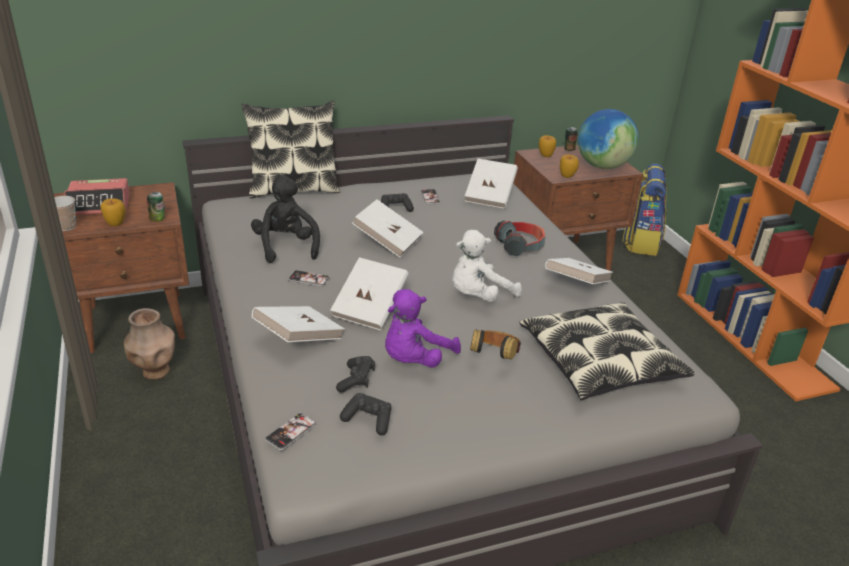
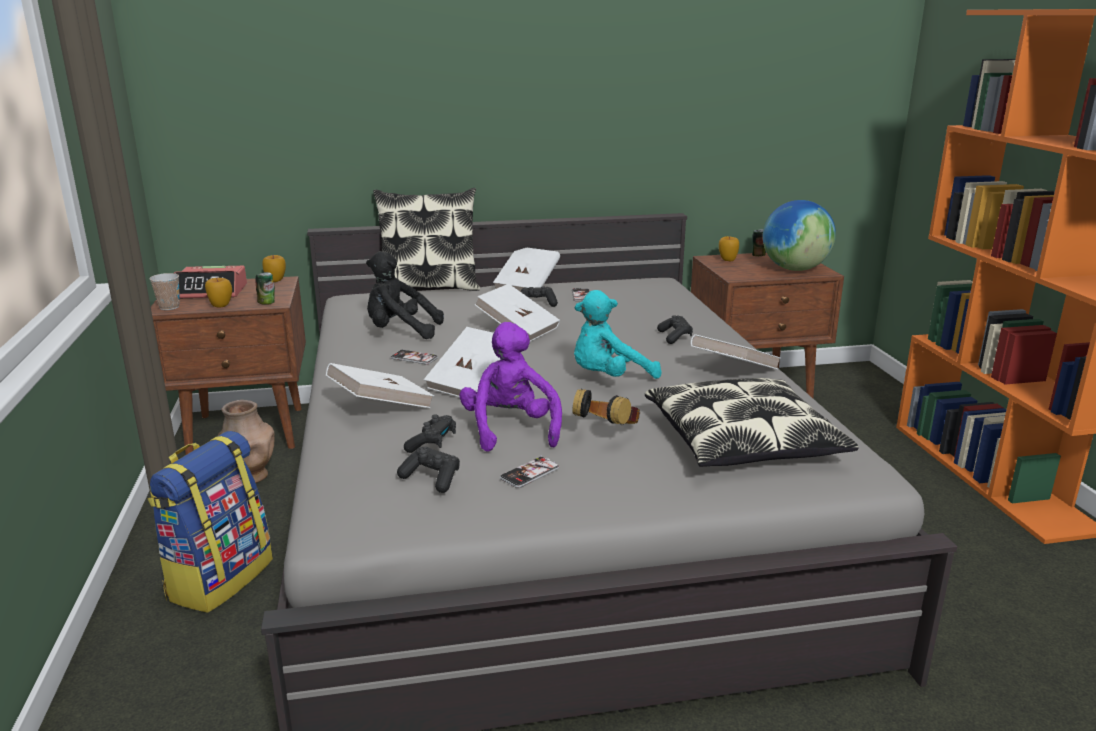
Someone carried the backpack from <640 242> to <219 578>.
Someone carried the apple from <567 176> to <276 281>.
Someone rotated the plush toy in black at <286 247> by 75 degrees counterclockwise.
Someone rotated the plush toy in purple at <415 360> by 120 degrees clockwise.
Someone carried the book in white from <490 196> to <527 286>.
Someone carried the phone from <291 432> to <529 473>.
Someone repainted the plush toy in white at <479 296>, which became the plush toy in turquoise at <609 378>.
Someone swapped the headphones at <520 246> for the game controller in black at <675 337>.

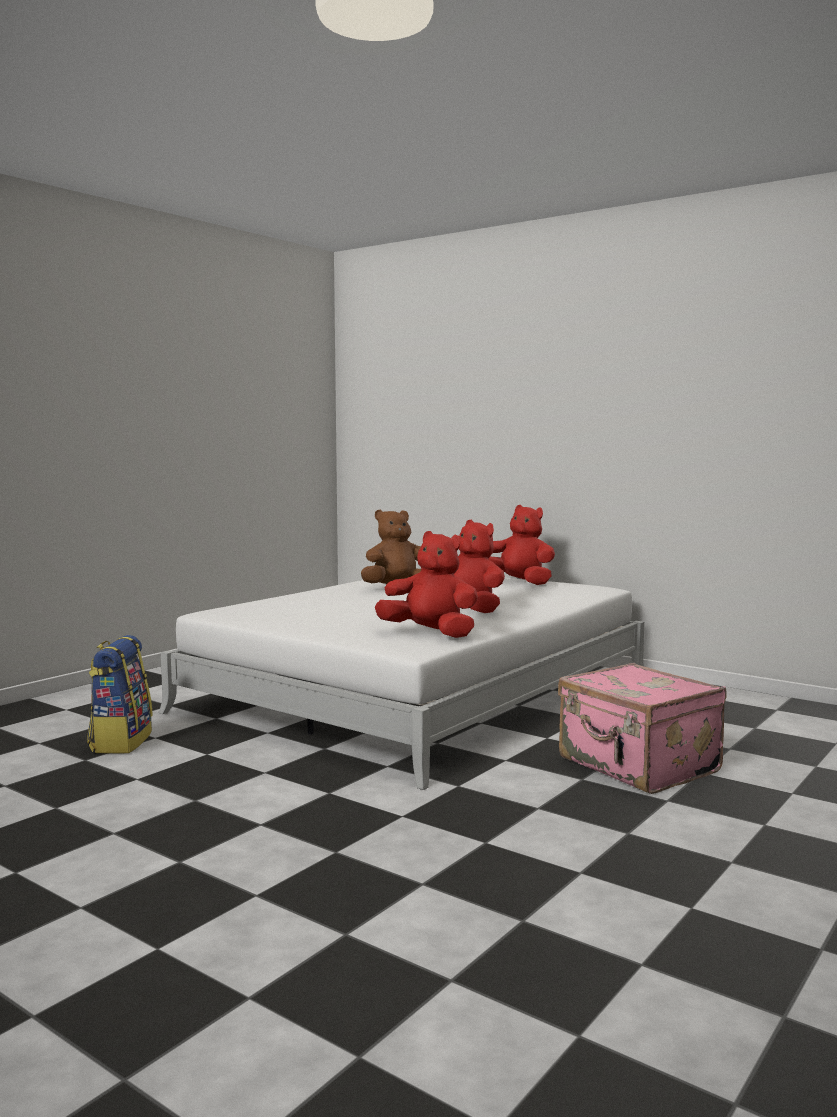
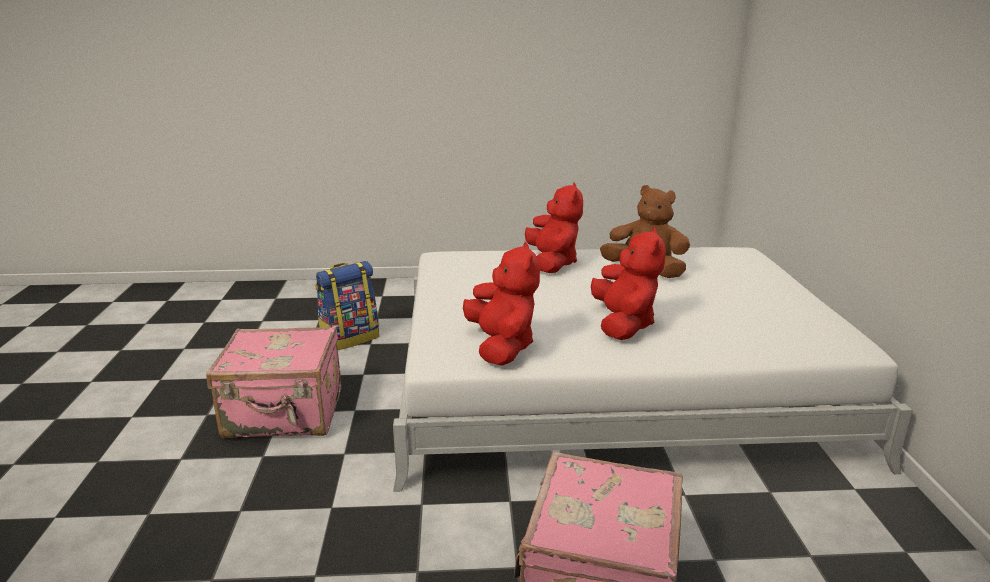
Someone put down the suitcase in pink at <285 414>.
Someone carried the plush toy in red from <519 582> to <552 263>.

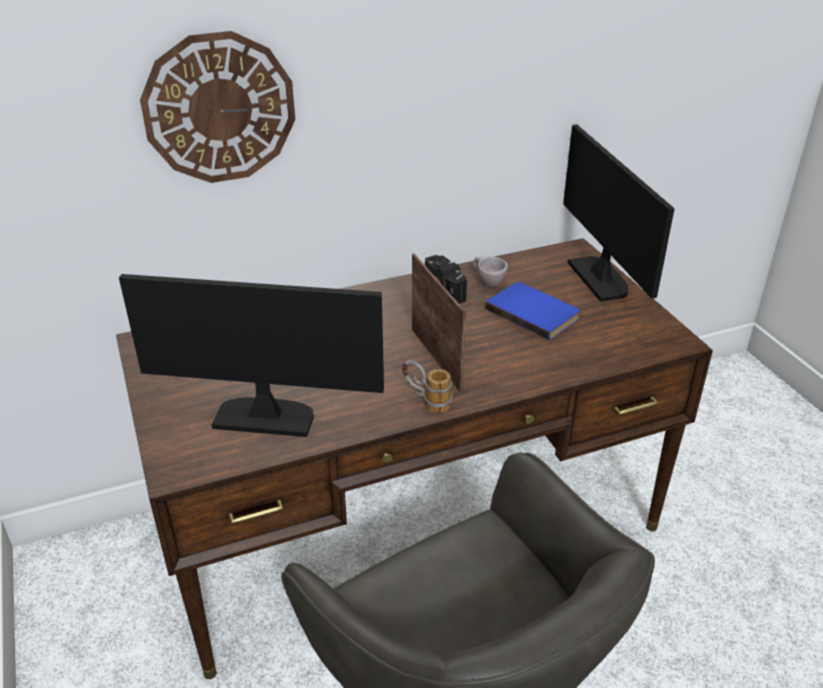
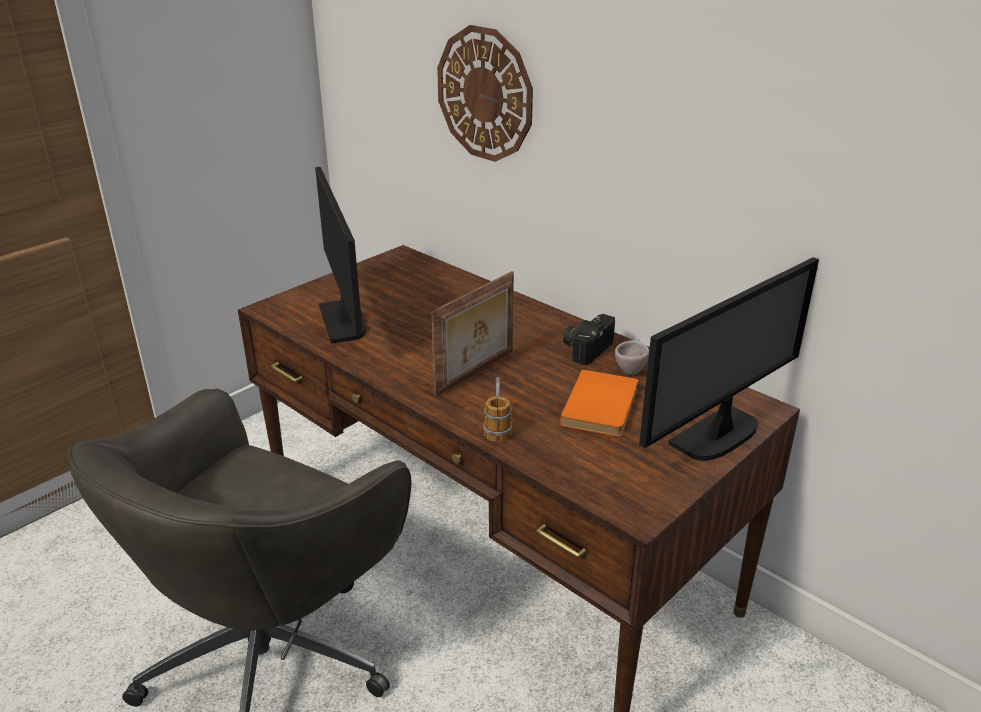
Someone carried the mug from <426 401> to <497 426>.
Someone repainted the book in blue at <534 312>, which became the book in orange at <603 406>.

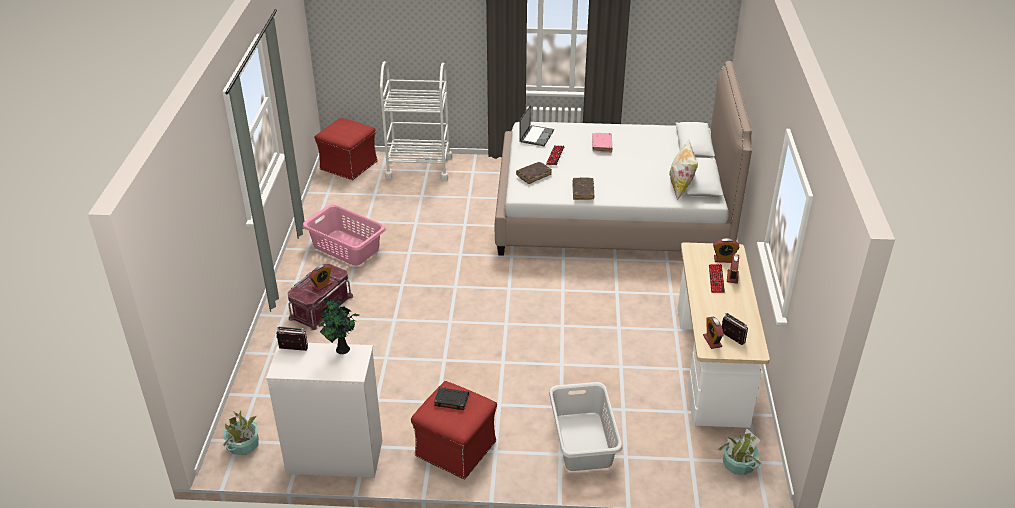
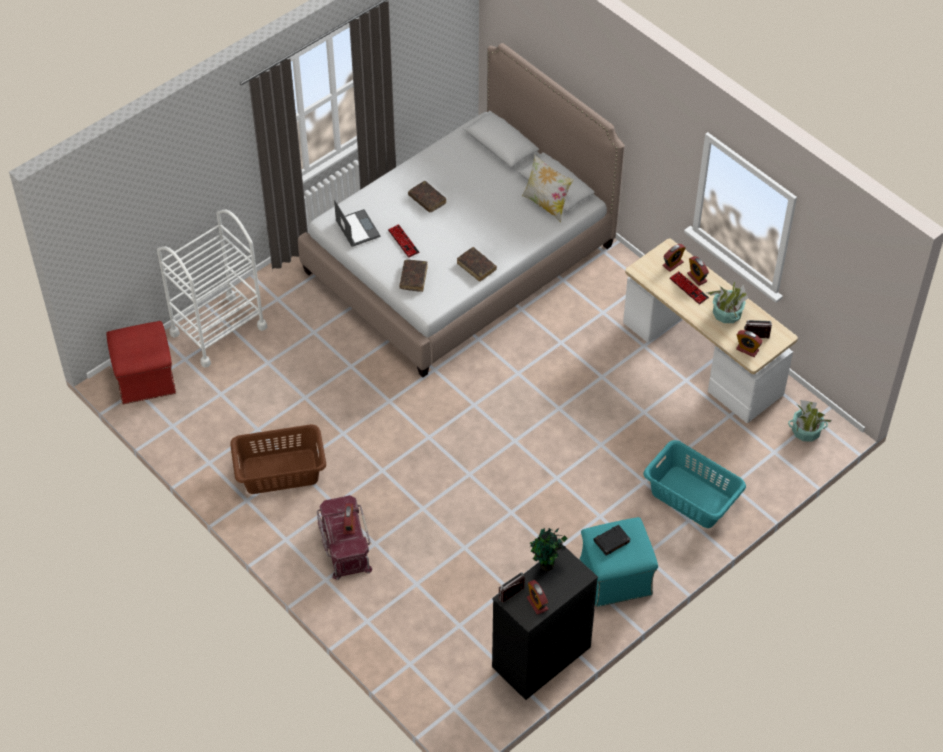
Someone repainted the laundry basket in pink at <346 247>, which became the laundry basket in brown at <280 471>.
Someone repainted the book in pink at <602 145>, which became the book in brown at <427 200>.
Someone repainted the dresser in white at <334 456>, which became the dresser in black at <540 657>.
Someone put down the alarm clock at <537 603>.
Someone repainted the ottoman in red at <456 449>, which became the ottoman in turquoise at <616 577>.
Someone repainted the laundry basket in grey at <582 441>, which became the laundry basket in turquoise at <691 498>.
Someone carried the potted plant from <243 445> to <727 314>.

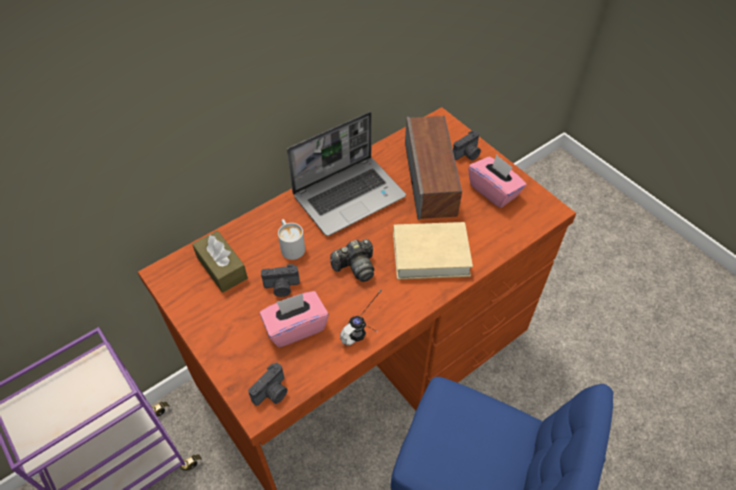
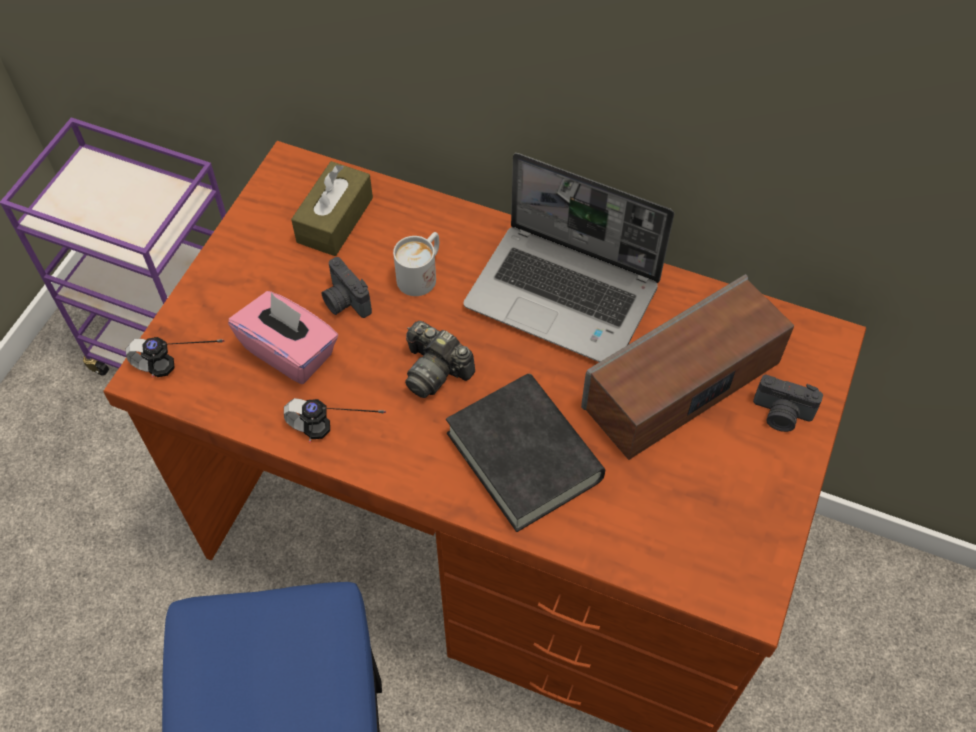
Someone swapped the photo camera at <272 393> for the headphones at <177 378>.
Someone repainted the book in beige at <430 254>, which became the book in black at <524 457>.
Someone took away the tissue box in pink at <494 191>.

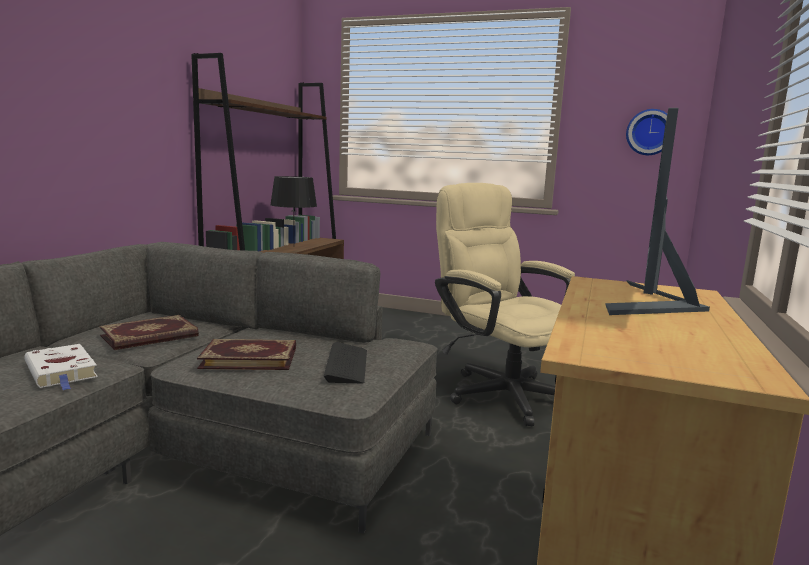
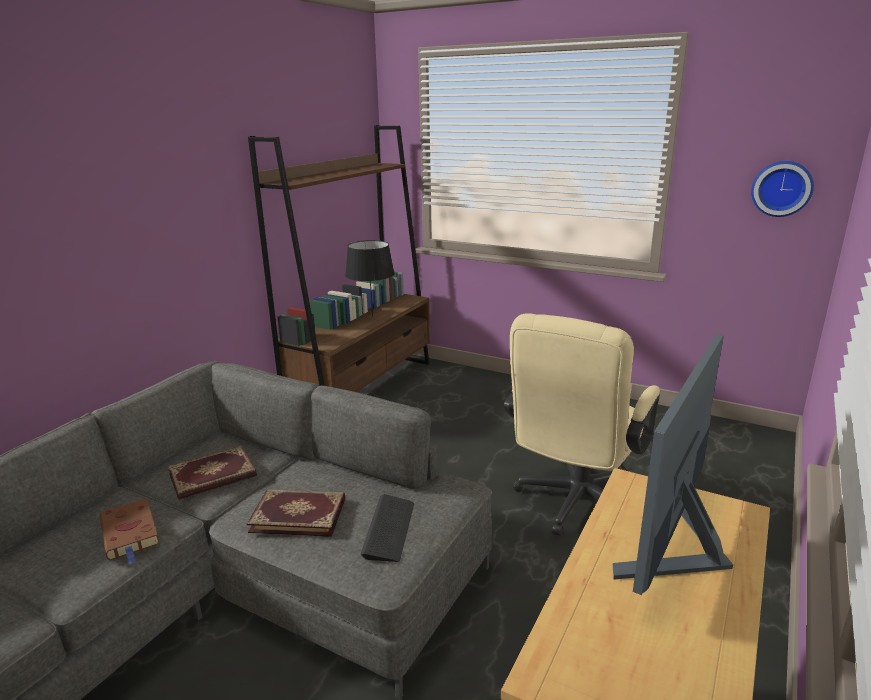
Someone repainted the book in white at <62 371>, which became the book in brown at <130 534>.
Someone rotated the office chair in beige at <500 391> by 120 degrees counterclockwise.

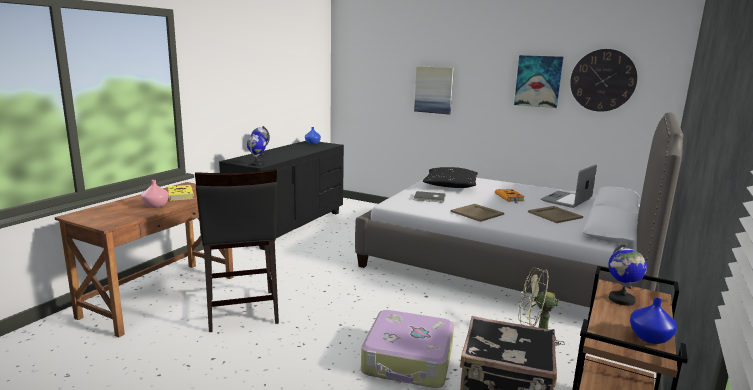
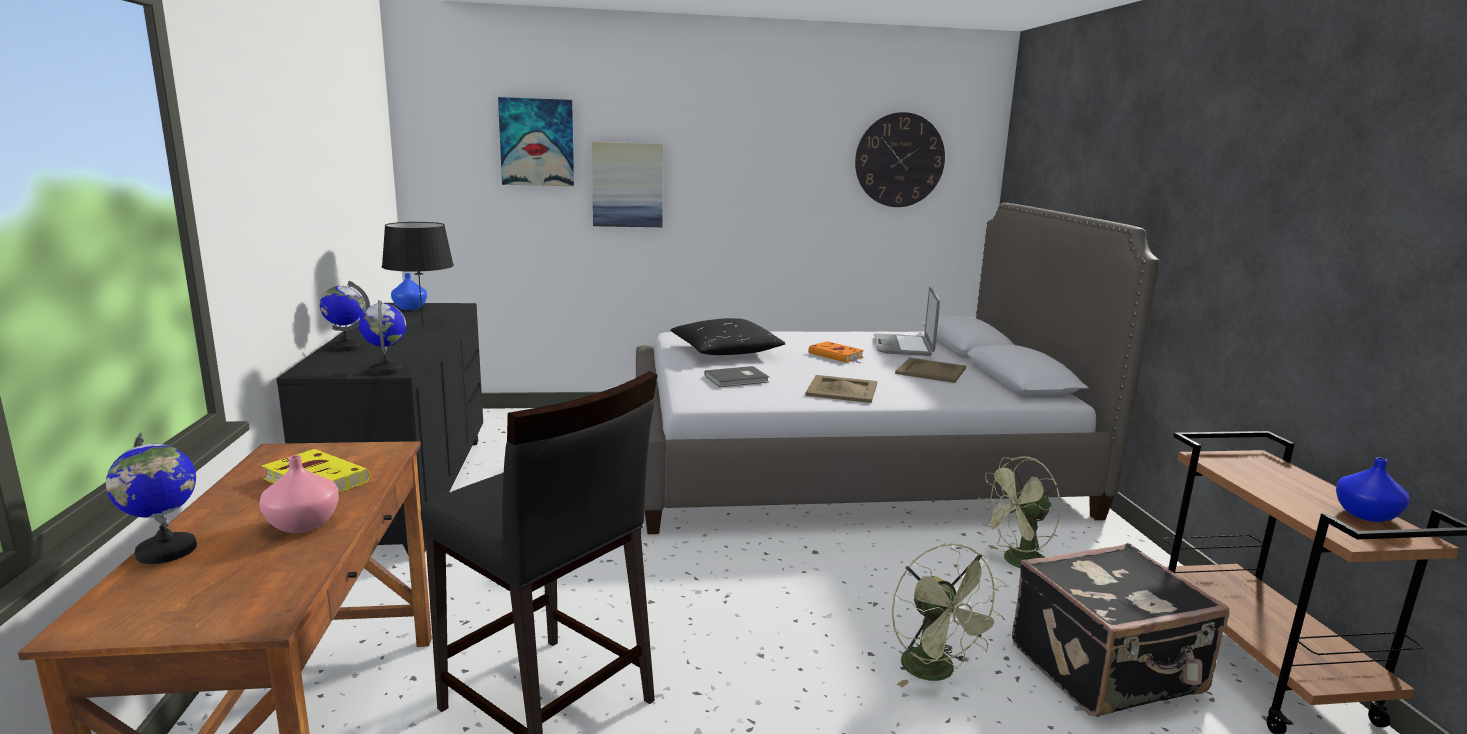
Someone carried the globe from <621 299> to <166 551>.
Someone put down the table lamp in black at <422 325>.
Someone carried the picture from <538 81> to <537 142>.
Someone swapped the suitcase at <408 360> for the fan in green at <936 672>.

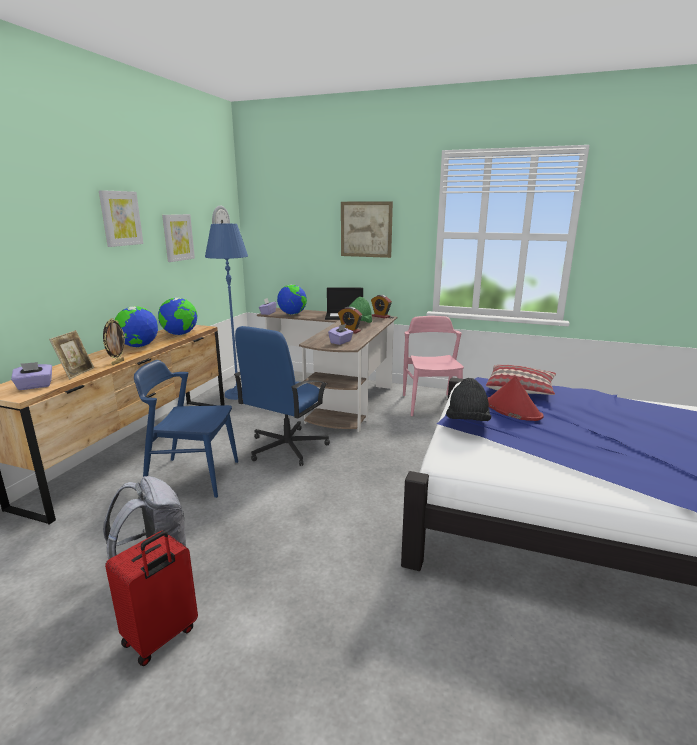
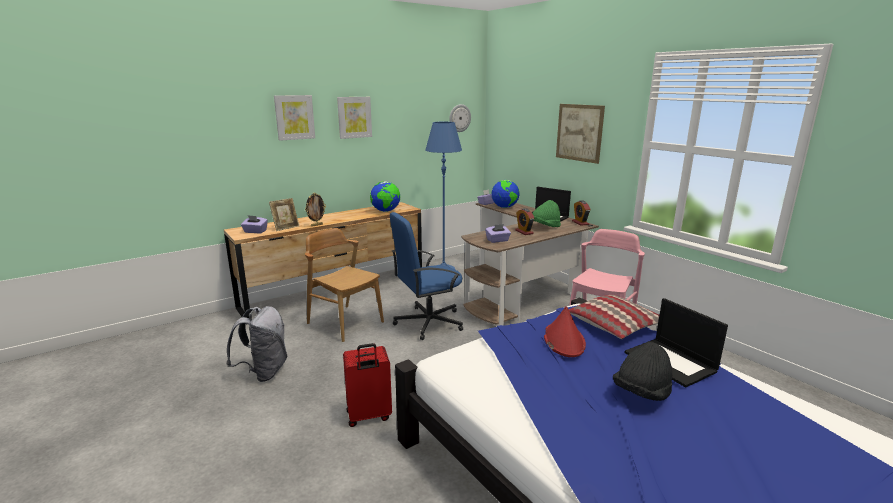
Someone carried the picture from <178 237> to <294 117>.
Someone repainted the chair in blue at <192 477>, which became the chair in brown at <345 322>.
Someone carried the suitcase in red from <161 637> to <369 416>.
Someone carried the hat in black from <467 422> to <641 393>.
Someone put down the laptop at <671 362>.
Someone took away the globe at <139 346>.

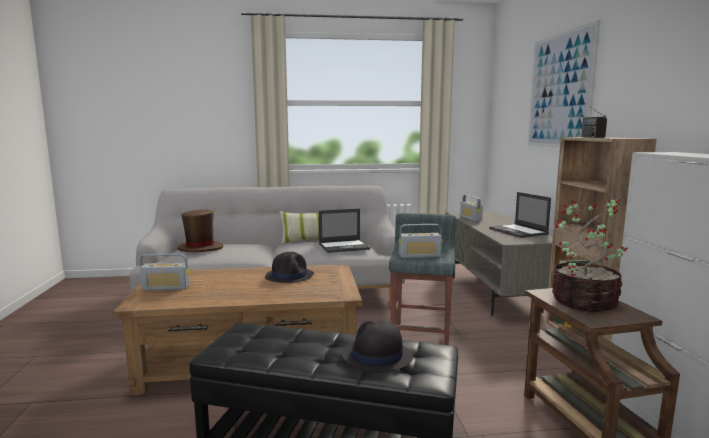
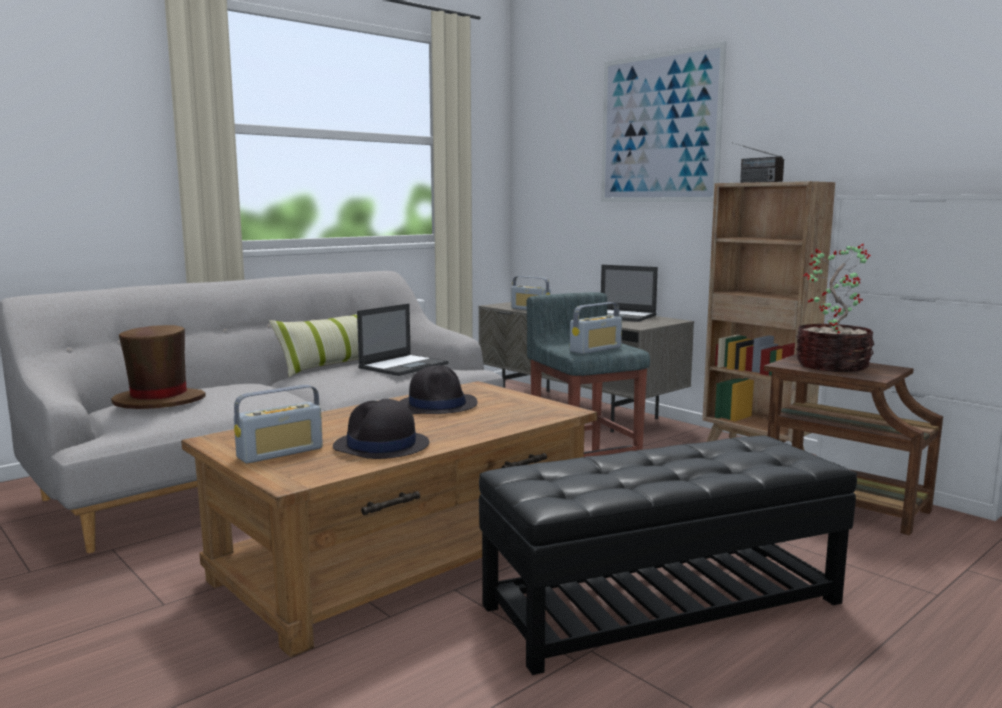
Someone carried the hat in black from <376 356> to <381 446>.

